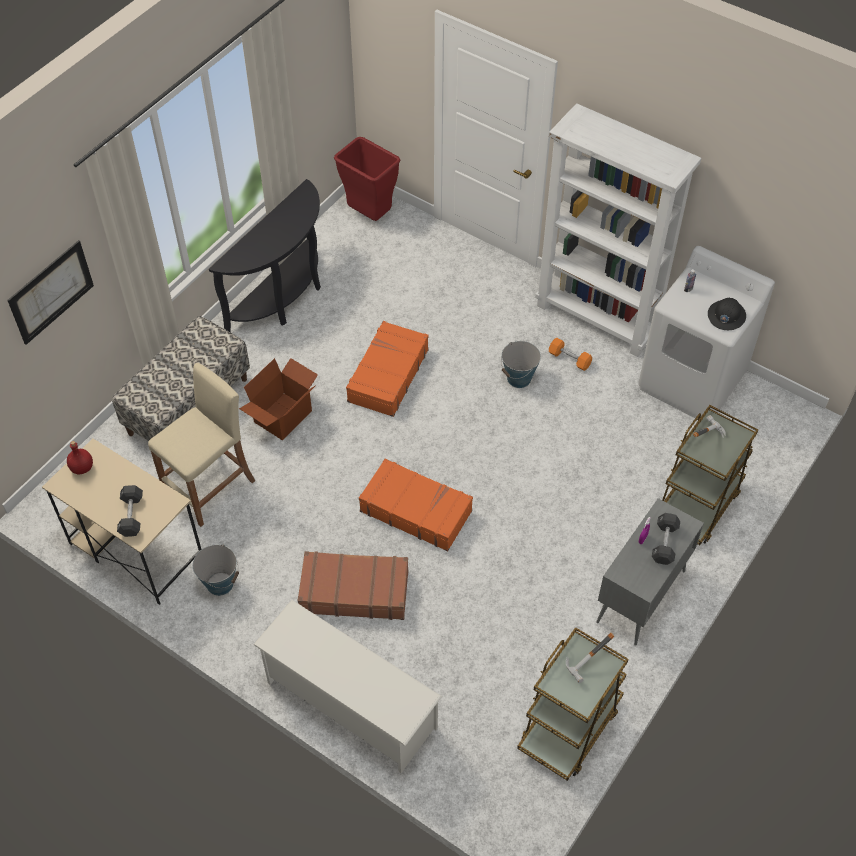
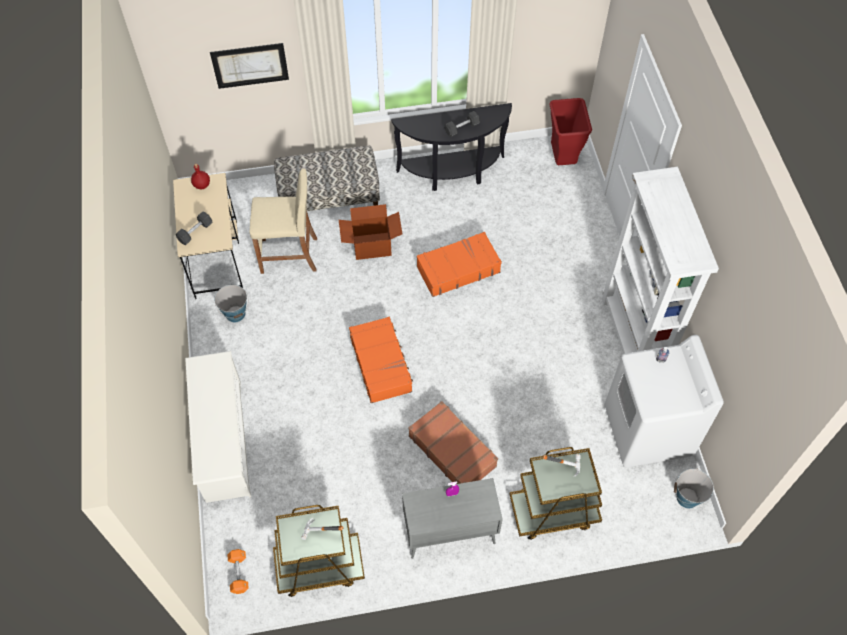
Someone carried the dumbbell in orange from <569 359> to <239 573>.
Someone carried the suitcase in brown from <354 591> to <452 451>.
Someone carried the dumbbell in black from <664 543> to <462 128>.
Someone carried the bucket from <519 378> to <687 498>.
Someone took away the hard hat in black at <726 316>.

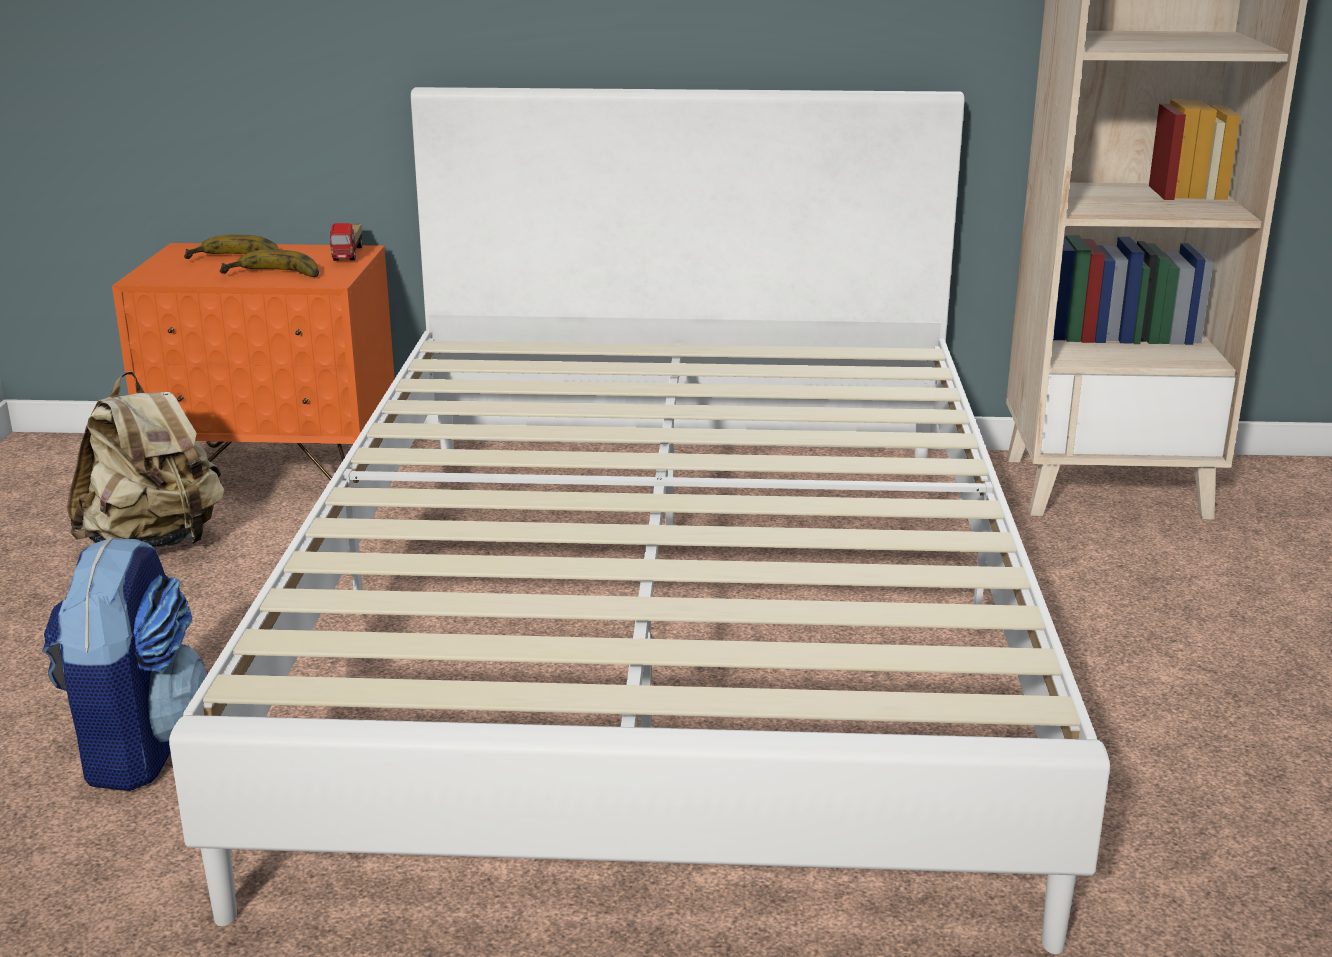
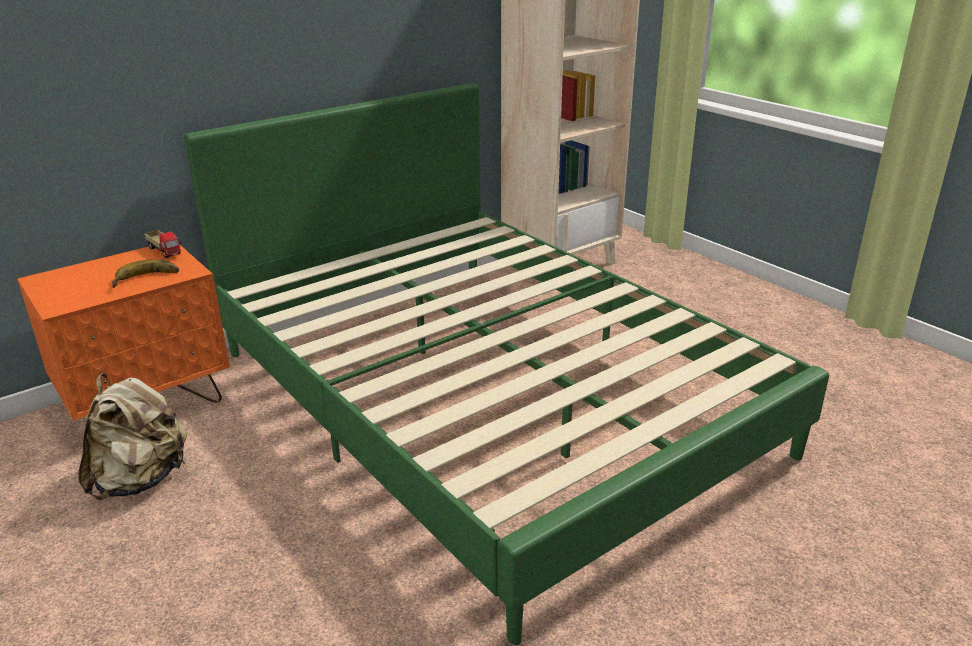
Someone repainted the bed in white at <668 626>, which became the bed in green at <487 399>.
Someone took away the backpack at <137 747>.
Someone took away the banana at <236 260>.

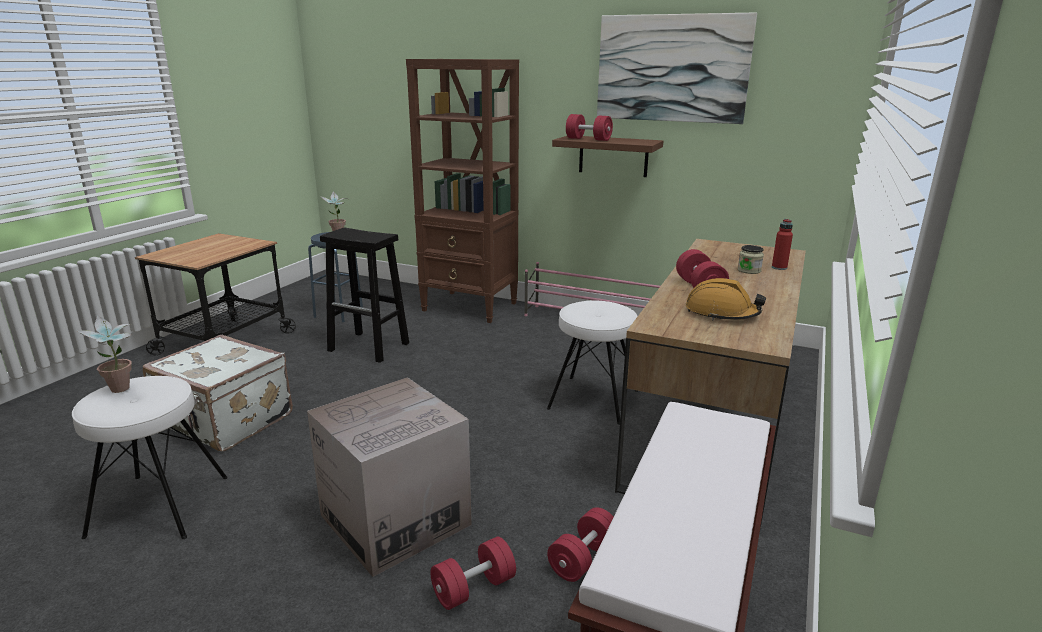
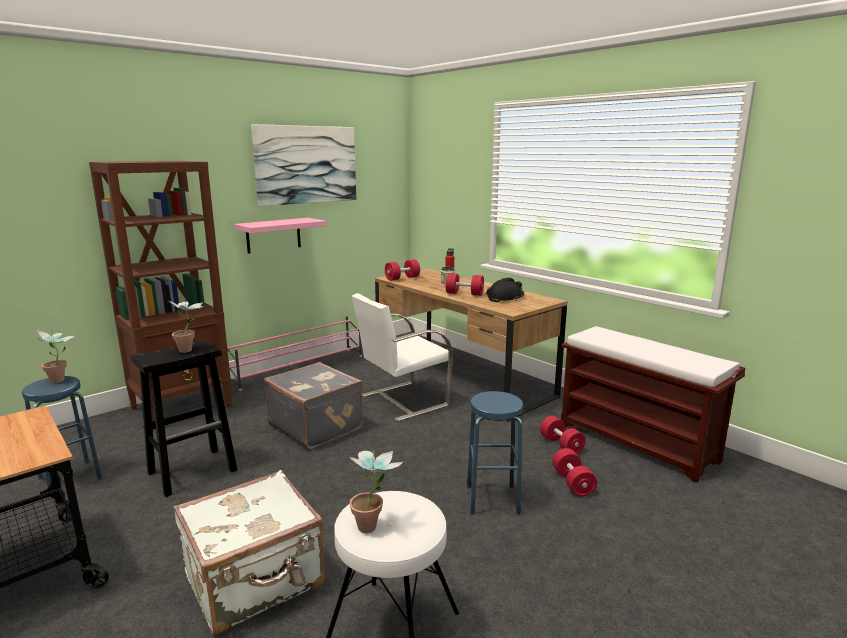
Someone put down the potted plant at <190 350>.
Someone repainted the shelf in brown at <613 156>, which became the shelf in pink at <273 235>.
Someone put down the suitcase in grey at <317 426>.
Someone swapped the stool in white at <593 399> for the chair in white at <402 400>.
Someone carried the dumbbell in red from <588 139> to <402 278>.
Someone swapped the cardboard box at <395 520> for the stool in blue at <492 500>.
Someone repainted the hard hat in orange at <721 313>, which became the hard hat in black at <505 298>.

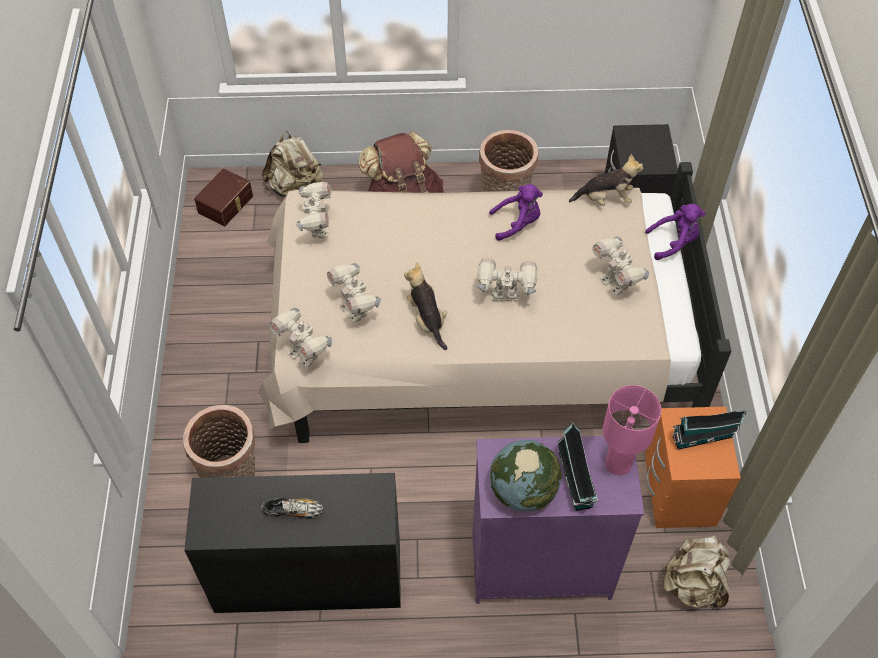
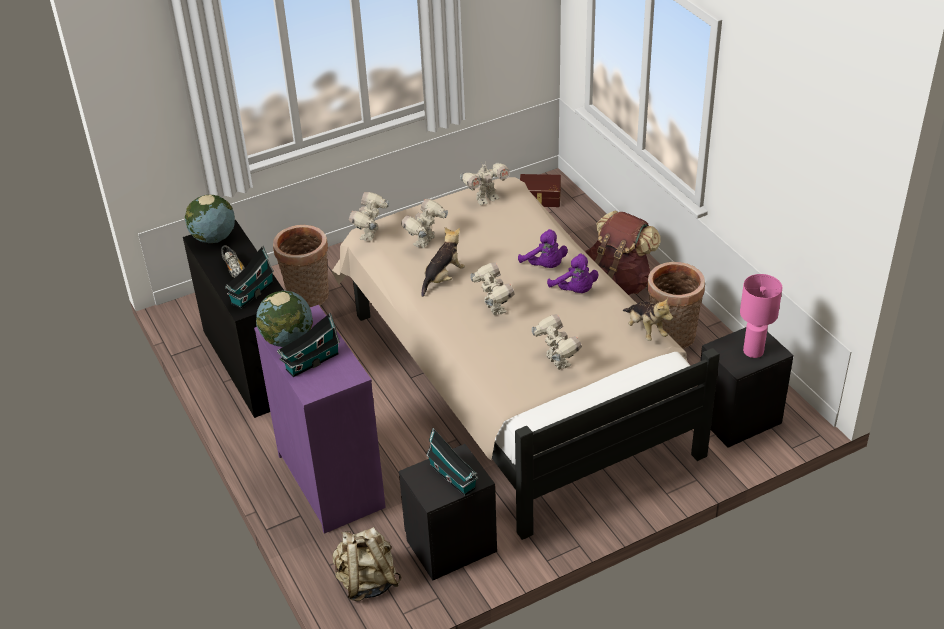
Someone put down the globe at <213 238>.
Someone put down the toy house at <251 294>.
Someone repainted the nightstand in orange at <679 492>, which became the nightstand in black at <451 545>.
Someone carried the plush toy in purple from <674 242> to <545 266>.
Someone rotated the toy robot at <615 283> by 120 degrees clockwise.
Someone carried the table lamp in pink from <617 464> to <752 351>.
Someone took away the backpack in beige at <295 187>.

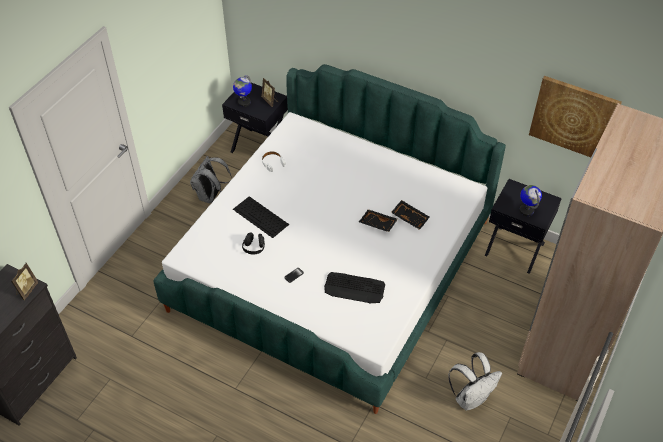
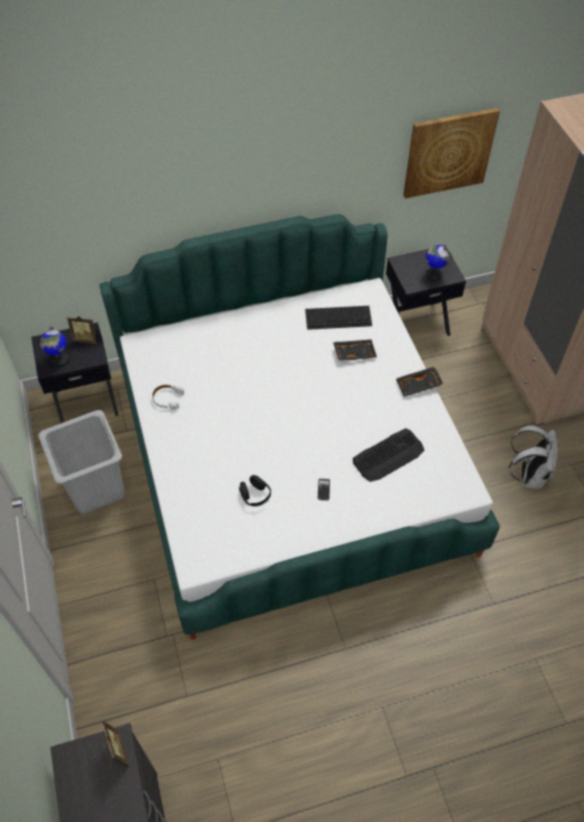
Someone swapped the backpack in grey at <211 196> for the laundry basket in grey at <96 488>.
Someone carried the keyboard from <261 217> to <339 317>.
Someone carried the tray in black from <377 224> to <418 386>.

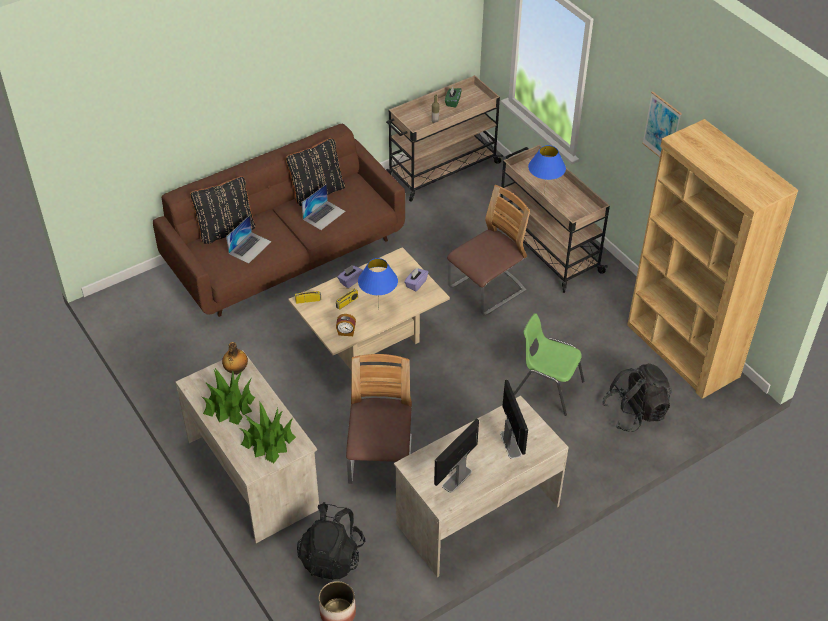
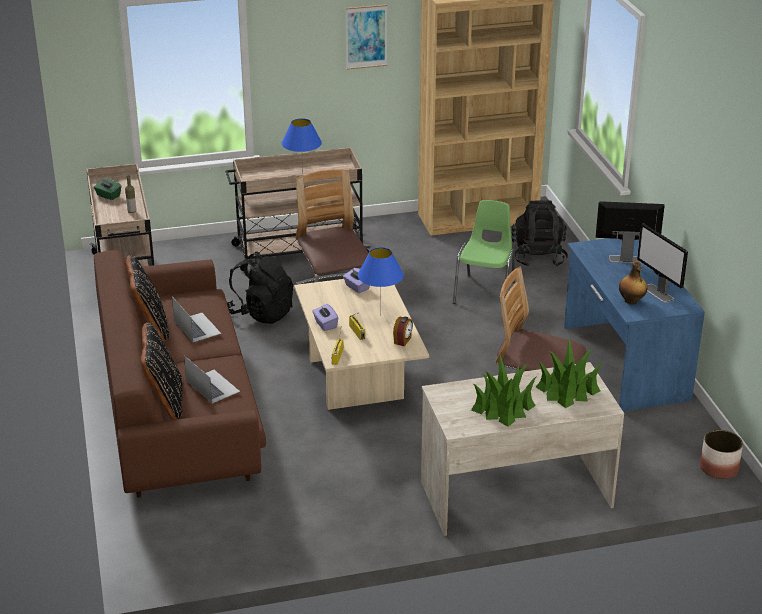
Someone carried the backpack in black from <332 556> to <261 313>.
Someone rotated the chair in green at <547 387> by 150 degrees clockwise.
Someone repainted the desk in beige at <477 514>, which became the desk in blue at <623 363>.
Someone carried the bottle from <236 370> to <631 301>.

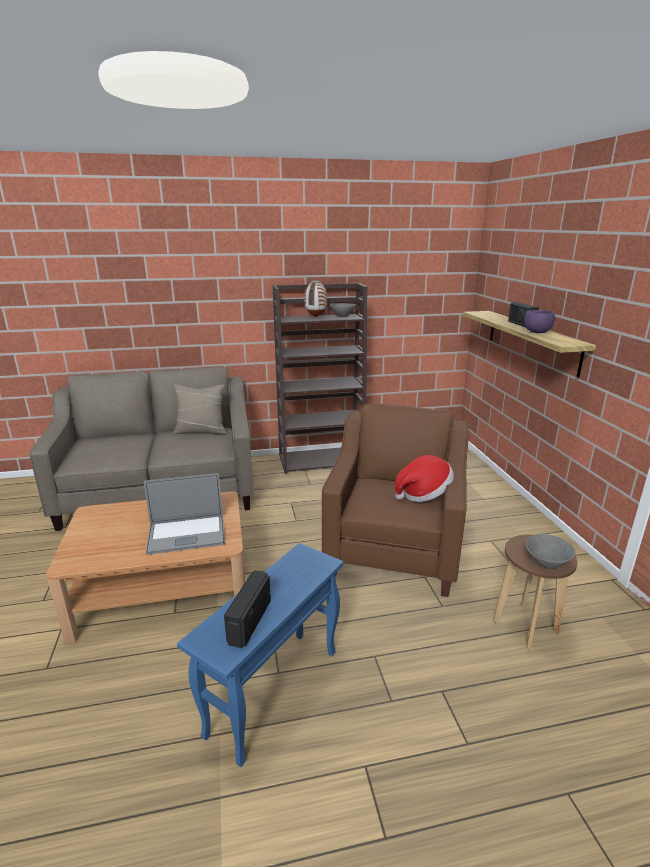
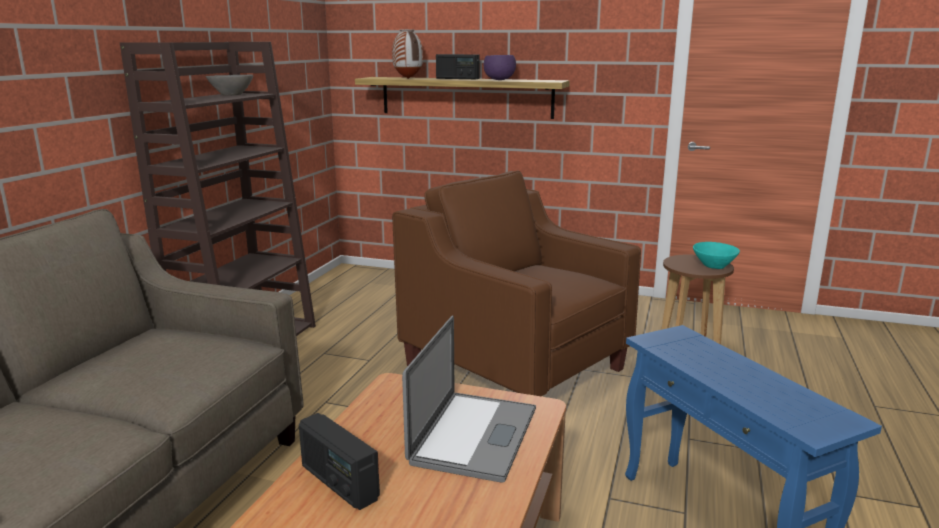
Someone carried the radio from <249 621> to <339 482>.
Someone carried the vase from <315 317> to <407 78>.
Someone repainted the bowl in grey at <546 563>, which became the bowl in turquoise at <714 266>.
Someone took away the pillow in beige at <201 431>.
Someone took away the hat at <423 493>.

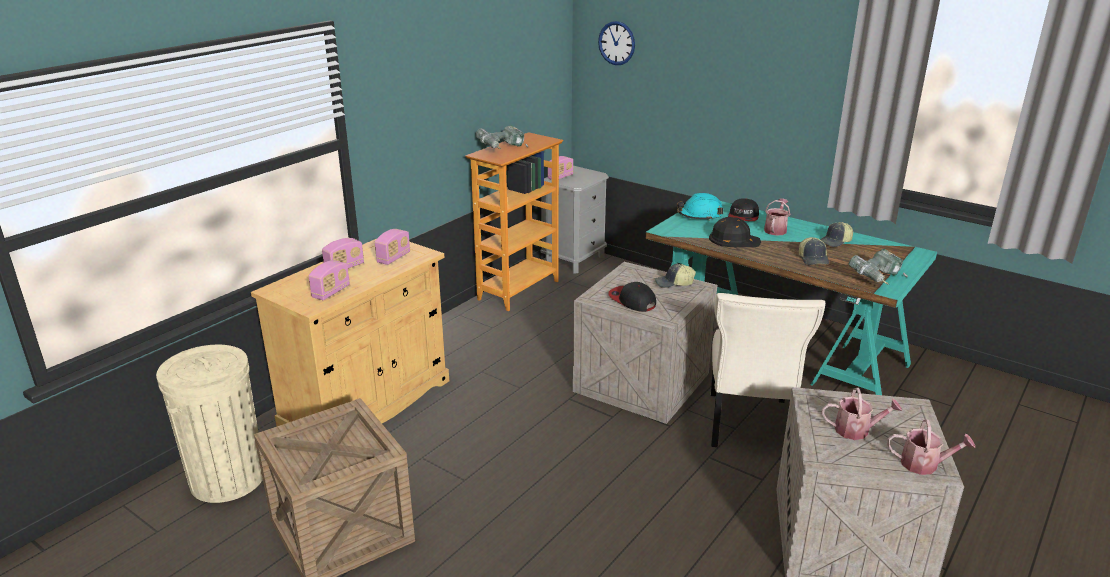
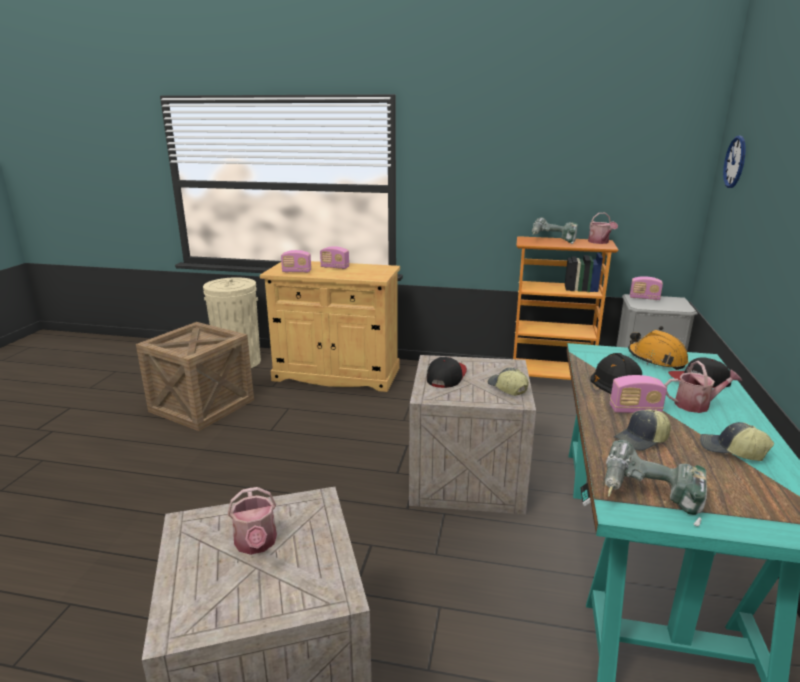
Someone carried the watering can from <924 464> to <600 242>.
Someone carried the radio from <393 258> to <635 410>.
Someone repainted the hard hat in turquoise at <700 215>, which became the hard hat in orange at <656 359>.
Someone took away the chair in beige at <748 426>.

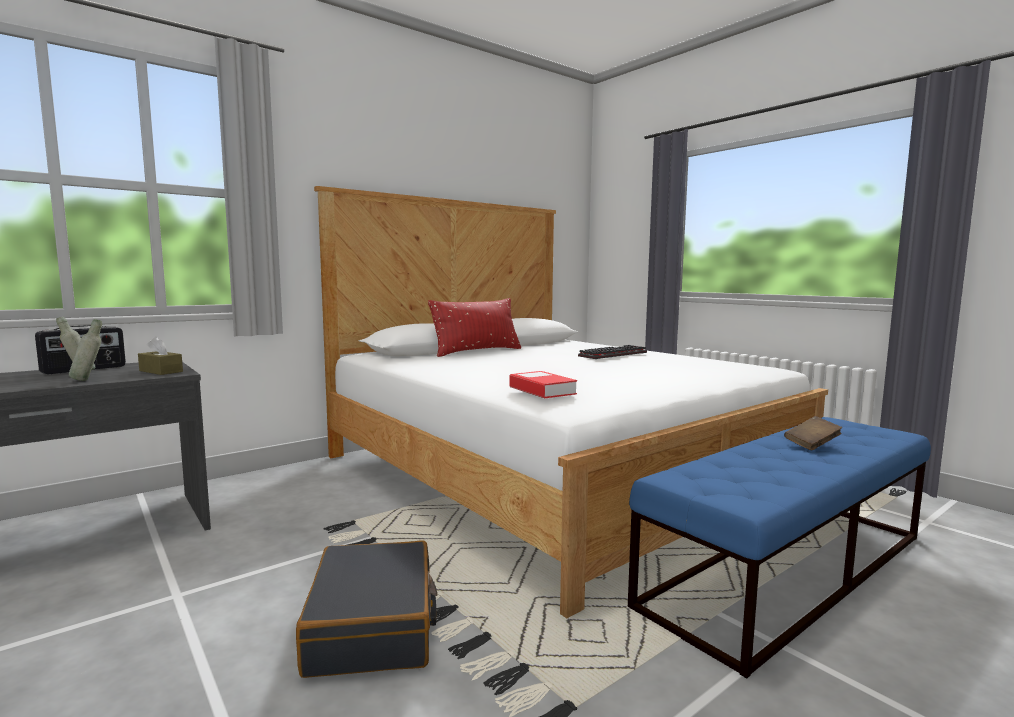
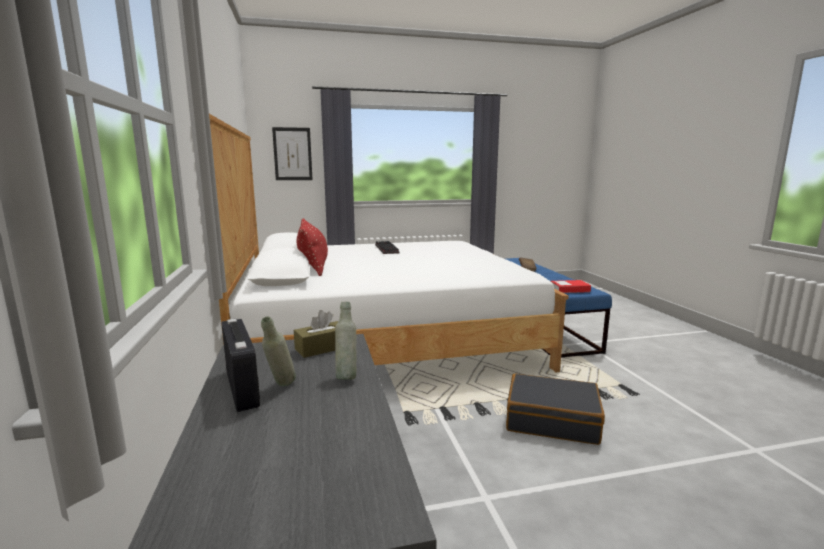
Someone put up the picture at <292 154>.
Someone carried the book from <542 390> to <569 290>.

